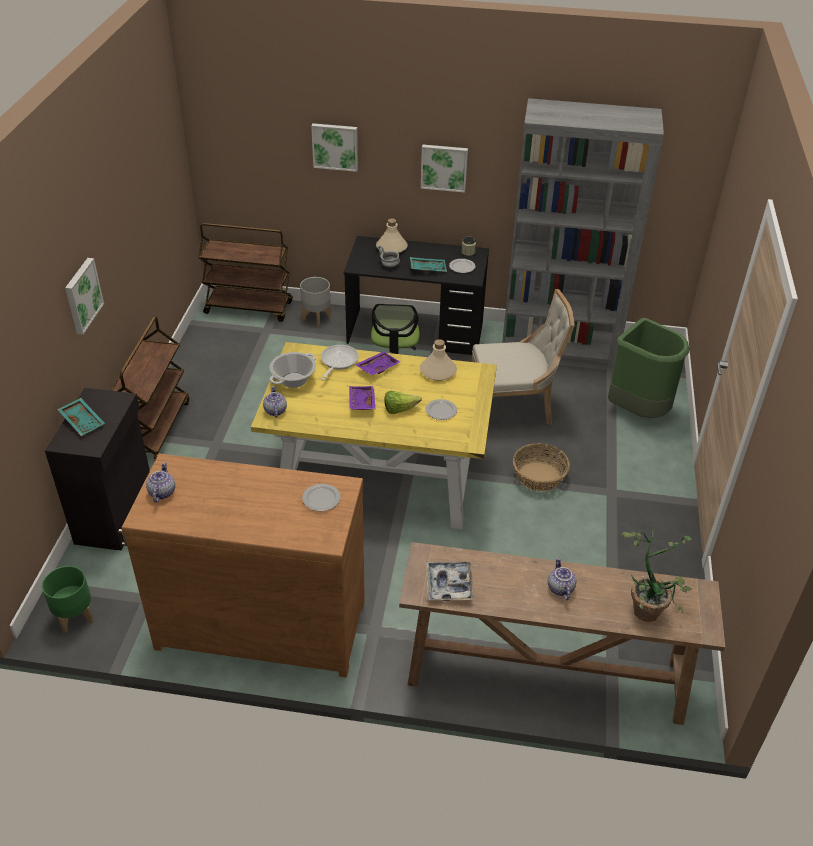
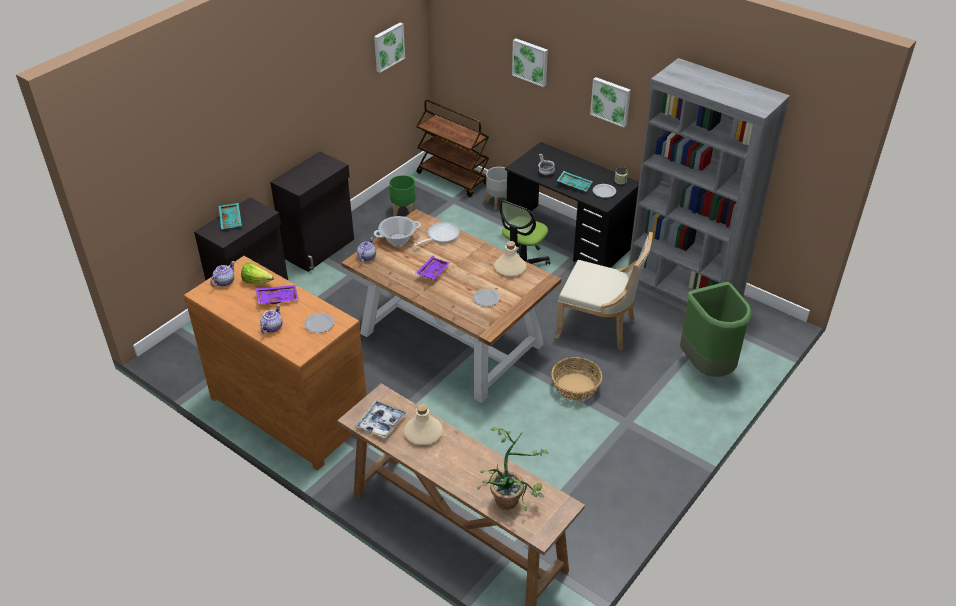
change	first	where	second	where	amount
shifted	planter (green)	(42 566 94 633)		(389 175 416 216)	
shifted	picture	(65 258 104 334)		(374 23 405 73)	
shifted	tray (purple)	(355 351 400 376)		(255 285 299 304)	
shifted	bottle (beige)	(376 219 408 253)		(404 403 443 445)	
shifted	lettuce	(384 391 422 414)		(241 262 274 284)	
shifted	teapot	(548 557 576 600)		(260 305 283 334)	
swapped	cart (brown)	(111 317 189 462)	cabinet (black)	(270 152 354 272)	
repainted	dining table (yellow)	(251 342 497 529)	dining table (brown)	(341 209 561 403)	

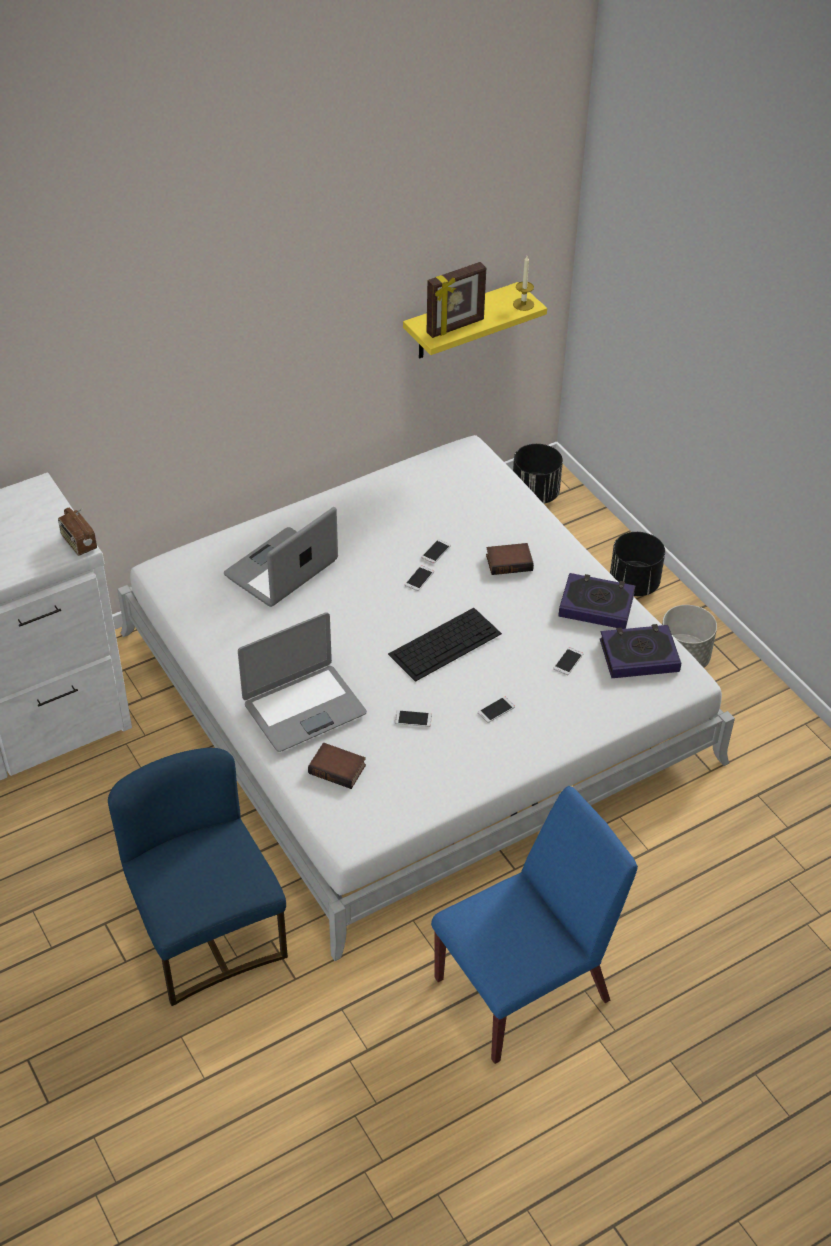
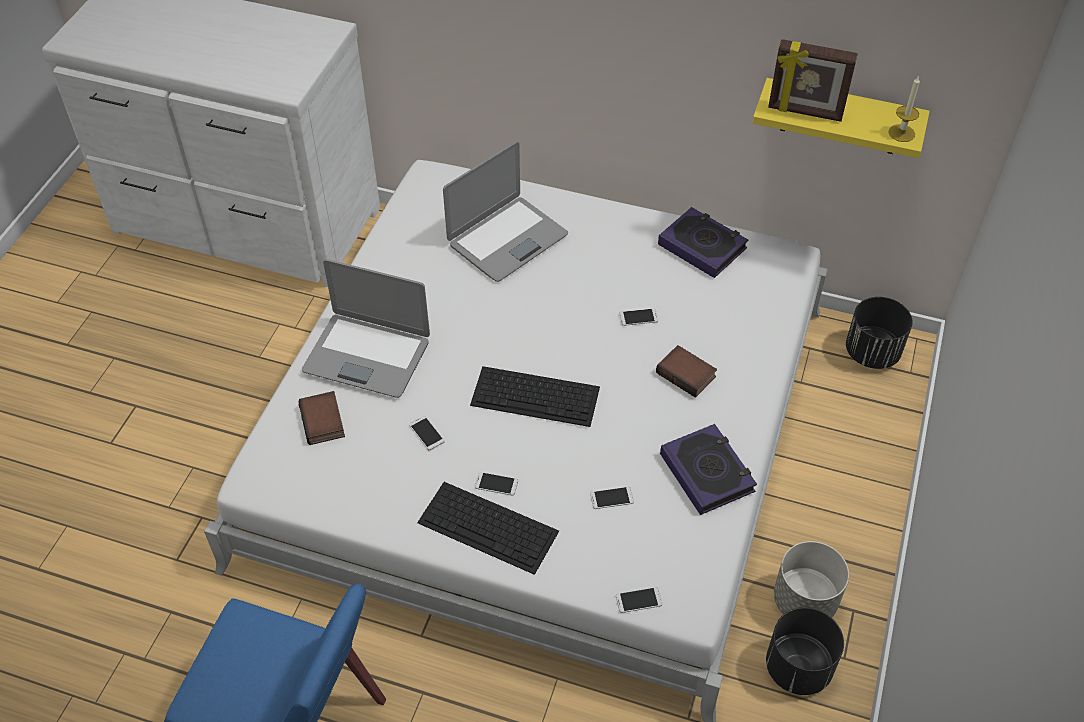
change	first	where	second	where	amount
gone	radio	(58 508 97 556)			
gone	chair (blue)	(108 748 288 1006)			
new			keyboard	(417 482 559 575)	
shifted	phone	(405 565 434 591)		(616 587 662 613)	
shifted	book	(600 624 681 678)		(658 207 748 278)	
shifted	planter (black)	(610 532 665 596)		(766 607 844 695)	
rotated	laptop	(224 507 338 607)		(443 142 568 282)	135 degrees clockwise

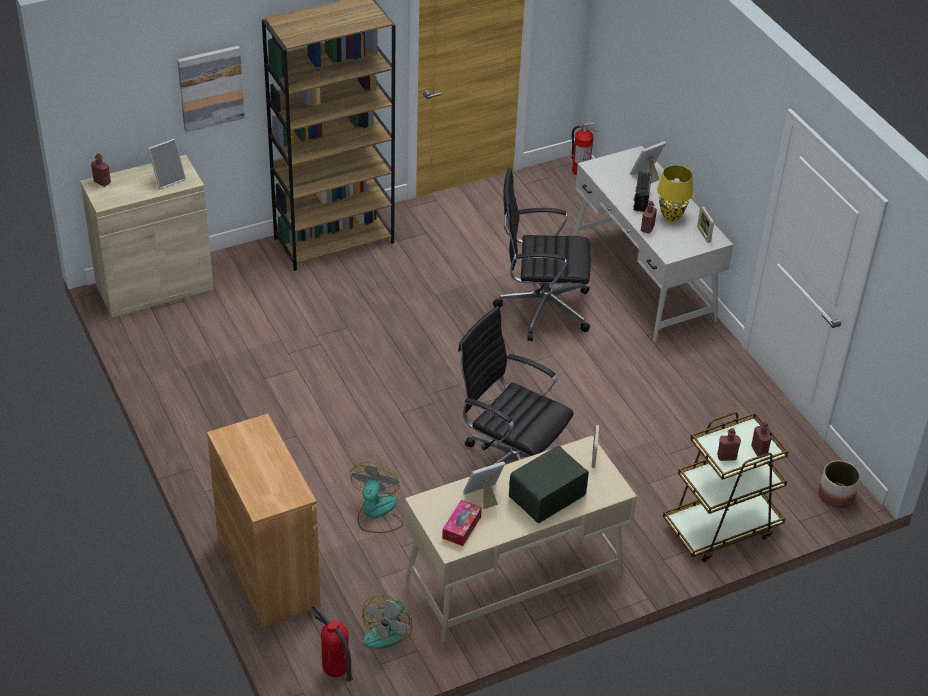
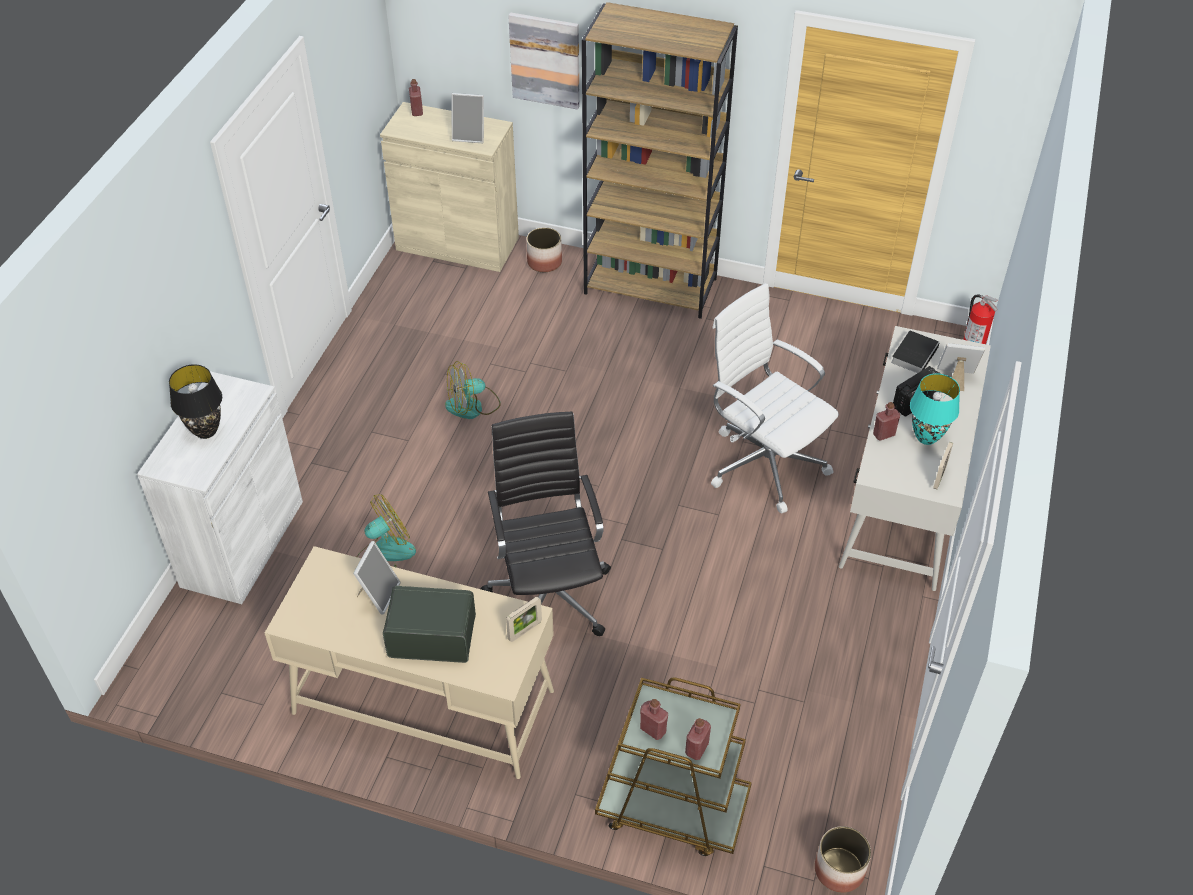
change	first	where	second	where	amount
gone	fire extinguisher	(312 605 353 682)			
gone	tissue box	(442 500 482 546)			
new			table lamp (black)	(169 364 222 439)	
new			planter	(526 227 562 272)	
new			book	(891 331 940 373)	
shifted	fan	(362 595 412 649)		(445 361 501 419)	
repainted	cabinet (brown)	(207 414 321 628)	cabinet (white)	(137 371 303 604)	
repainted	office chair (black)	(493 168 591 341)	office chair (white)	(711 283 839 514)	
repainted	table lamp (yellow)	(657 165 694 222)	table lamp (turquoise)	(910 374 960 445)	
rotated	picture frame	(463 462 505 509)		(353 541 401 615)	90 degrees clockwise

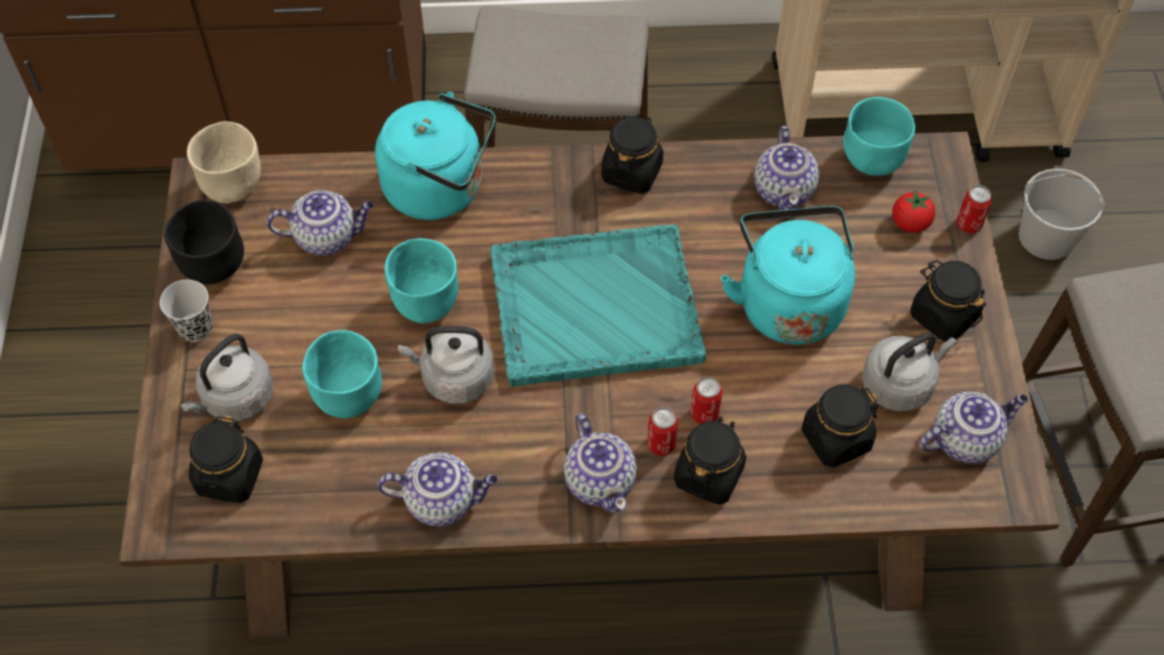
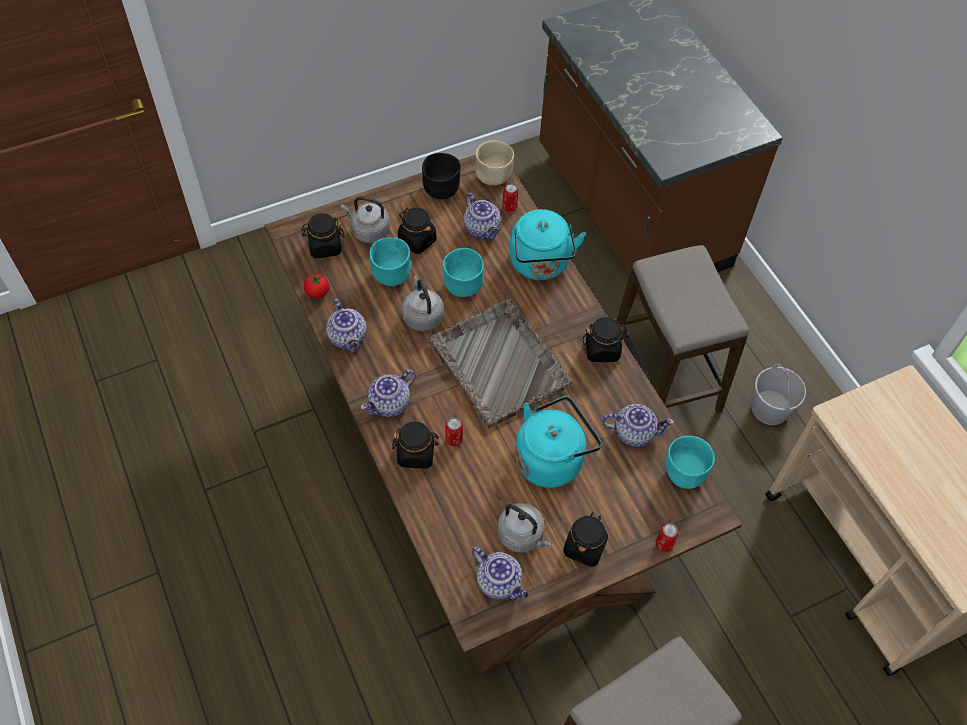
change	first	where	second	where	amount
gone	cup (black)	(160 280 212 342)			
shifted	can	(647 407 678 456)		(502 183 519 212)	
shifted	jar (black)	(802 384 879 467)		(398 208 436 254)	
shifted	tomato	(892 190 935 233)		(304 273 329 299)	
shifted	bucket (white)	(1019 169 1104 260)		(752 364 806 425)	
repainted	tray (turquoise)	(490 224 706 387)	tray (grey)	(429 299 572 428)	
rotated	teapot	(754 126 819 210)		(602 404 674 447)	150 degrees counterclockwise

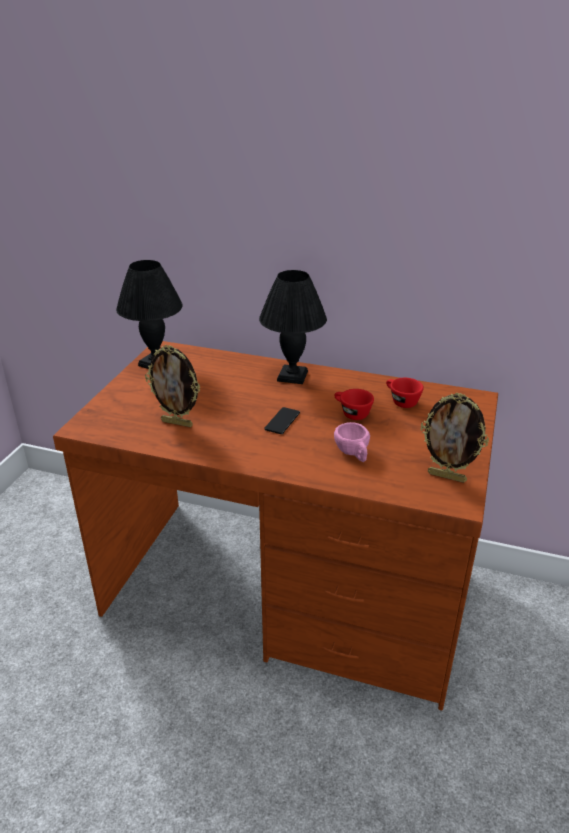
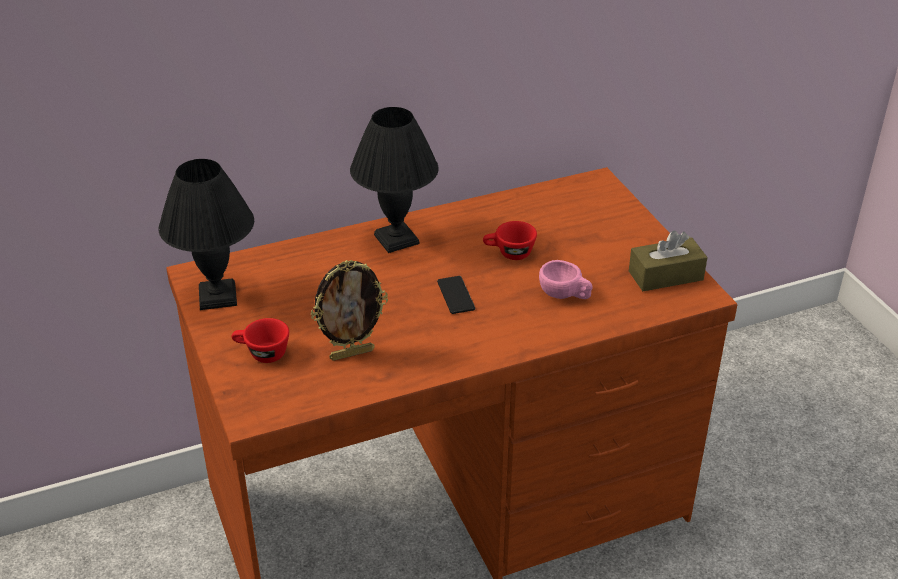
change	first	where	second	where	amount
shifted	cup (red)	(386 378 424 408)		(231 318 289 363)	
swapped	picture frame	(420 393 489 483)	tissue box (brown)	(629 231 708 291)	

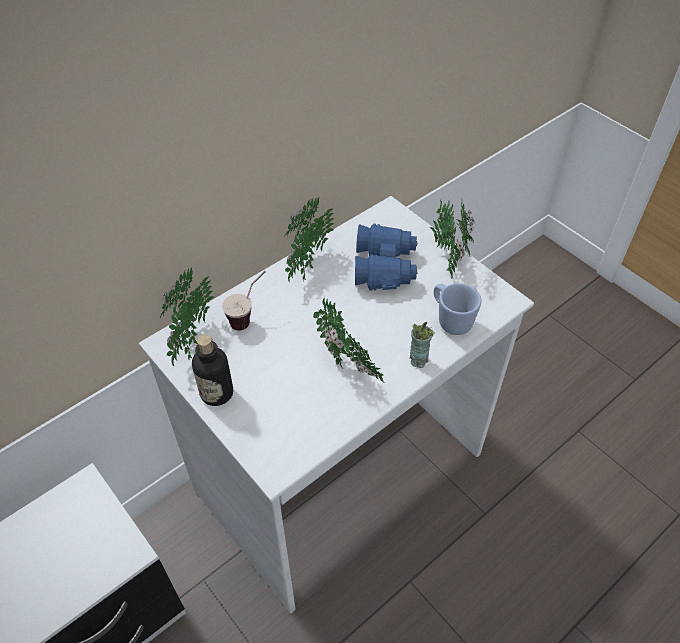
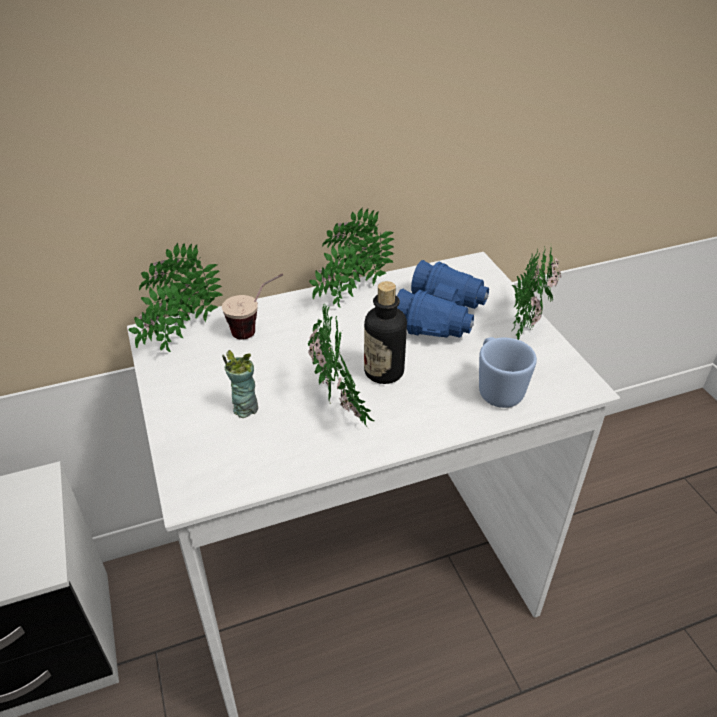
change	first	where	second	where	amount
shifted	bottle	(192 334 233 406)		(364 281 407 384)	
shifted	cup	(410 322 435 368)		(222 350 258 418)	

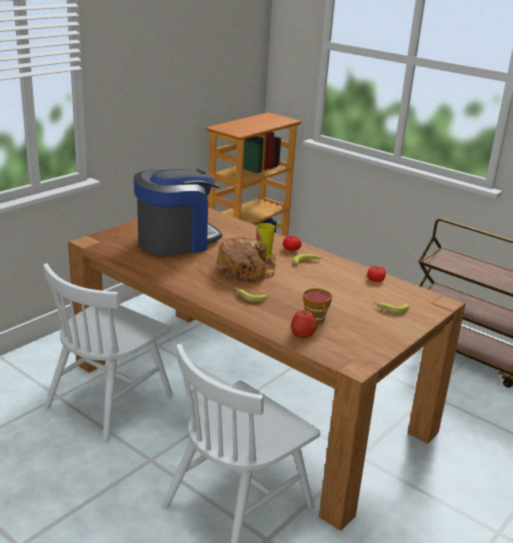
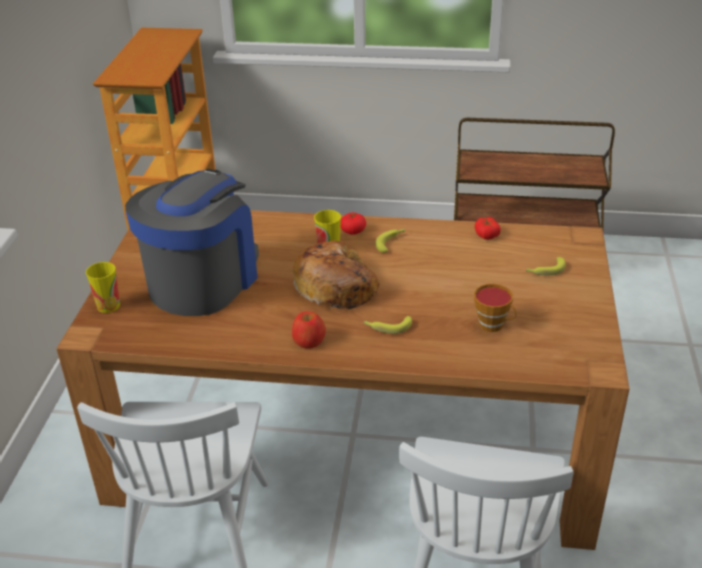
change	first	where	second	where	amount
new			cup	(86 262 120 313)	
shifted	apple	(291 310 317 338)		(292 311 326 348)	

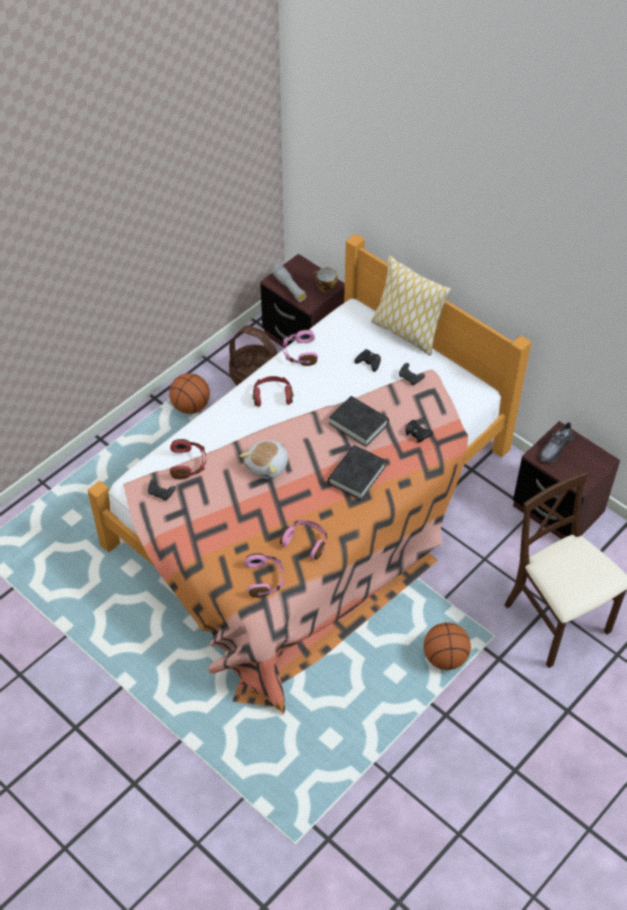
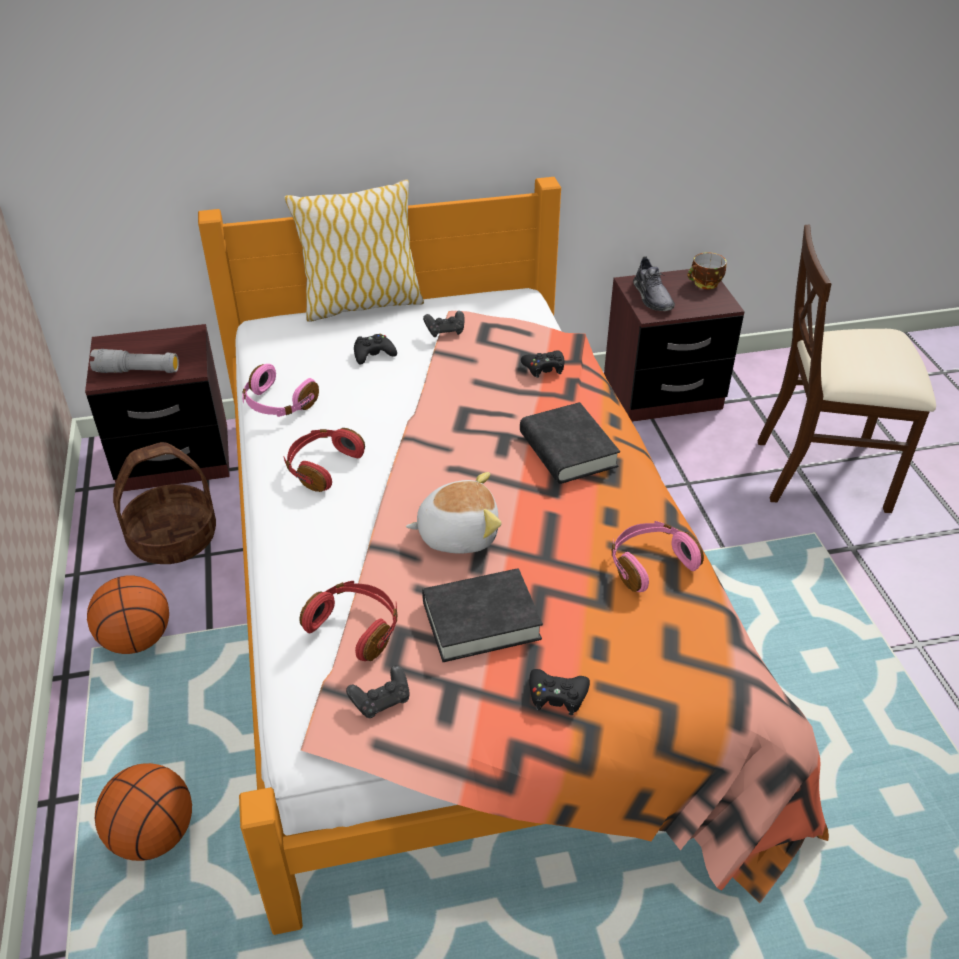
change	first	where	second	where	amount
gone	headphones (pink)	(245 553 285 598)			
new			game controller (black)	(529 669 590 715)	
shifted	cup	(313 267 337 292)		(688 252 727 289)	
shifted	book (black)	(329 396 389 447)		(422 568 543 662)	
shifted	basketball	(424 622 471 670)		(95 763 192 861)	
rotated	plush toy	(240 440 288 479)		(406 472 502 554)	75 degrees counterclockwise

